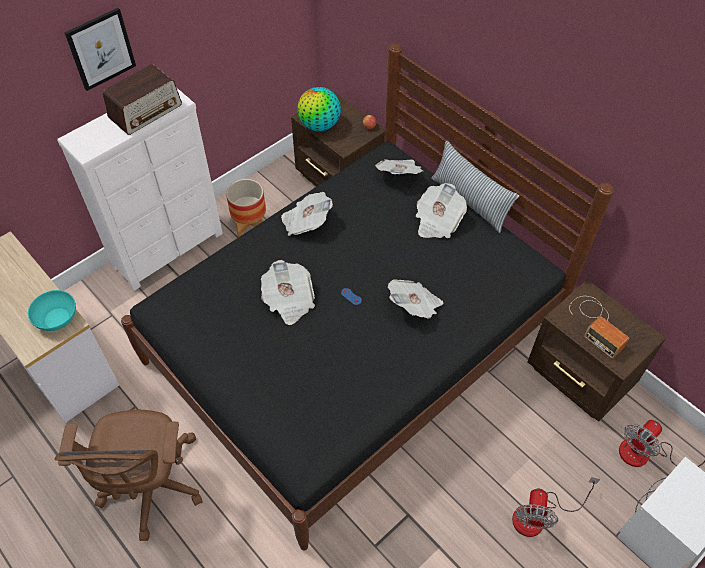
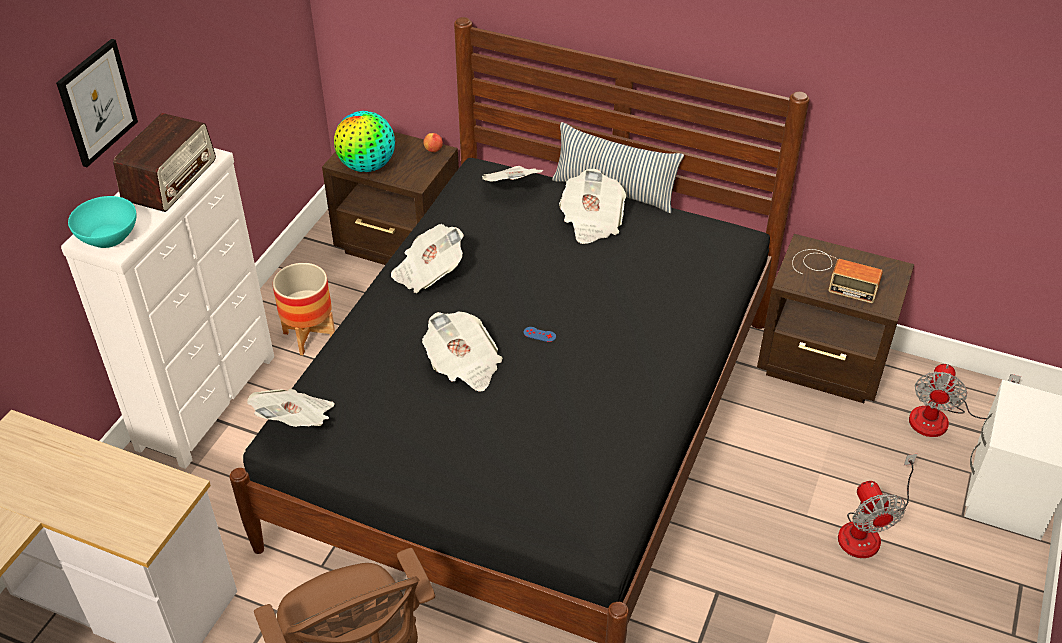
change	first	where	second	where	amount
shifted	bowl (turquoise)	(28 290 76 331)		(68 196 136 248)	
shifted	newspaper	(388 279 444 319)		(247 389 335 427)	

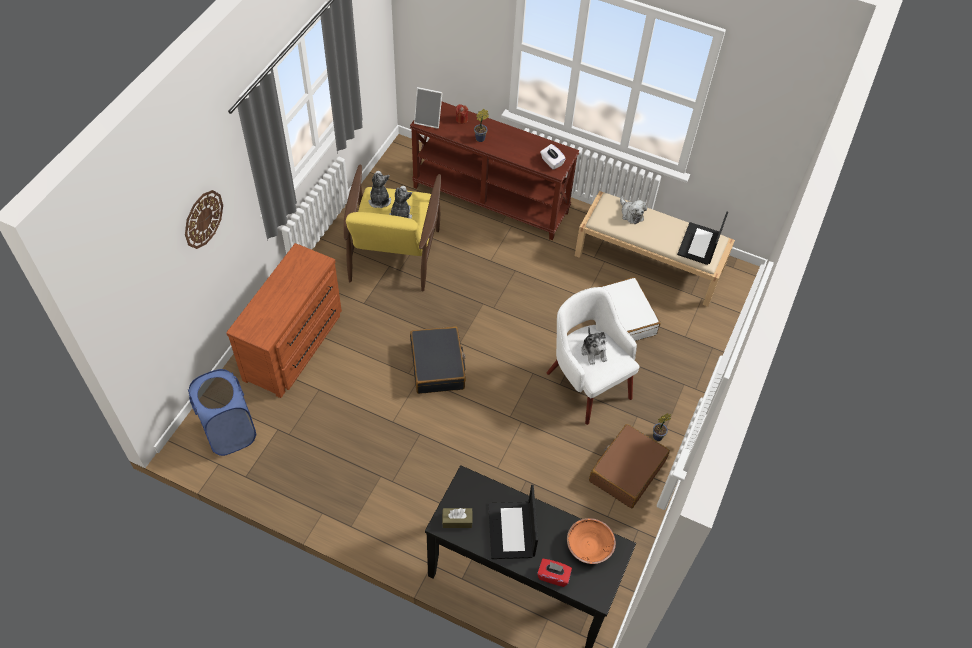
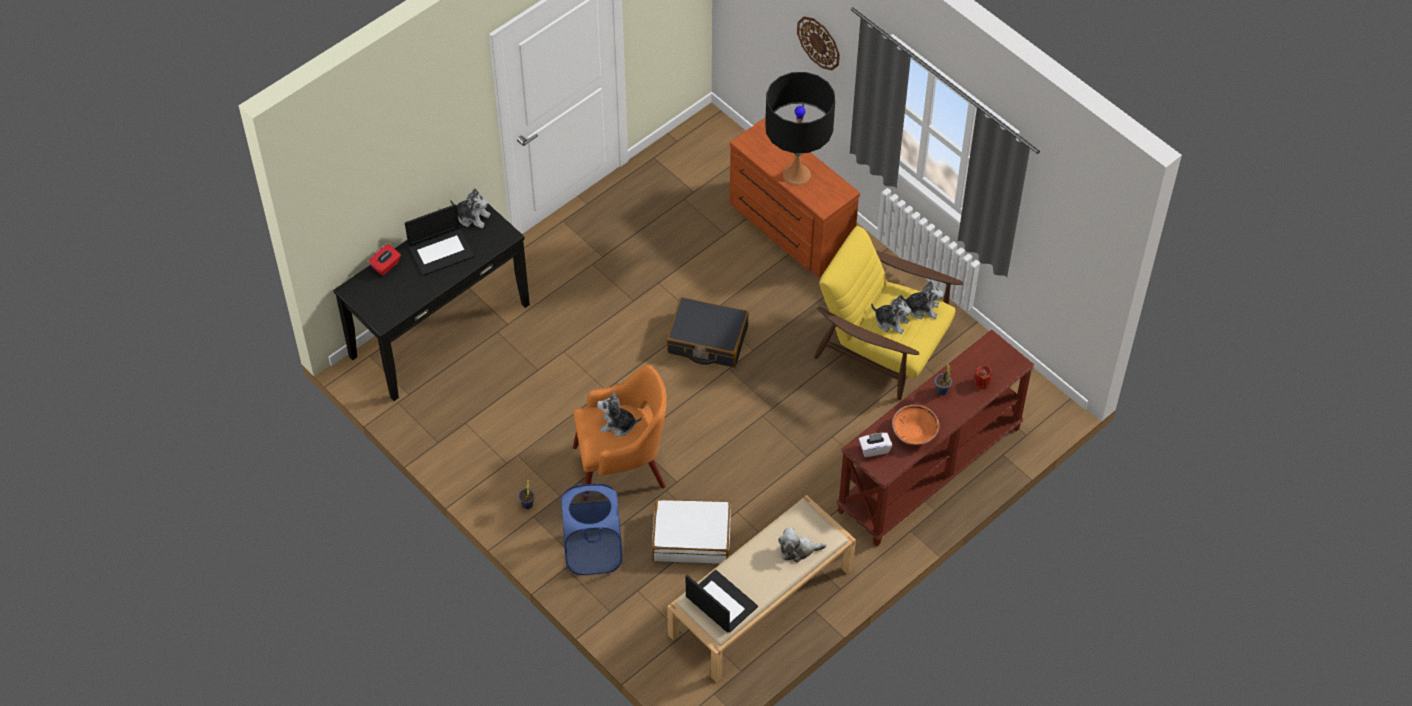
change	first	where	second	where	amount
gone	picture frame	(414 87 443 129)			
gone	suitcase (brown)	(589 424 670 508)			
new			table lamp (black)	(765 72 835 186)	
shifted	laundry basket (blue)	(188 369 256 456)		(561 483 622 575)	
shifted	bowl (orange)	(567 518 616 564)		(892 405 940 445)	
swapped	tissue box (brown)	(442 508 473 528)	plush toy	(450 188 491 228)	
repainted	armchair (white)	(547 287 639 425)	armchair (orange)	(573 364 667 488)	
rotated	laptop	(488 485 538 559)		(405 204 474 276)	135 degrees clockwise

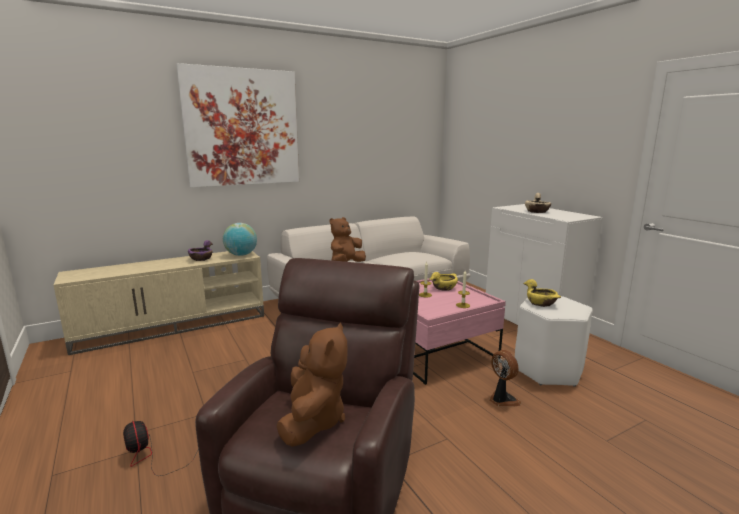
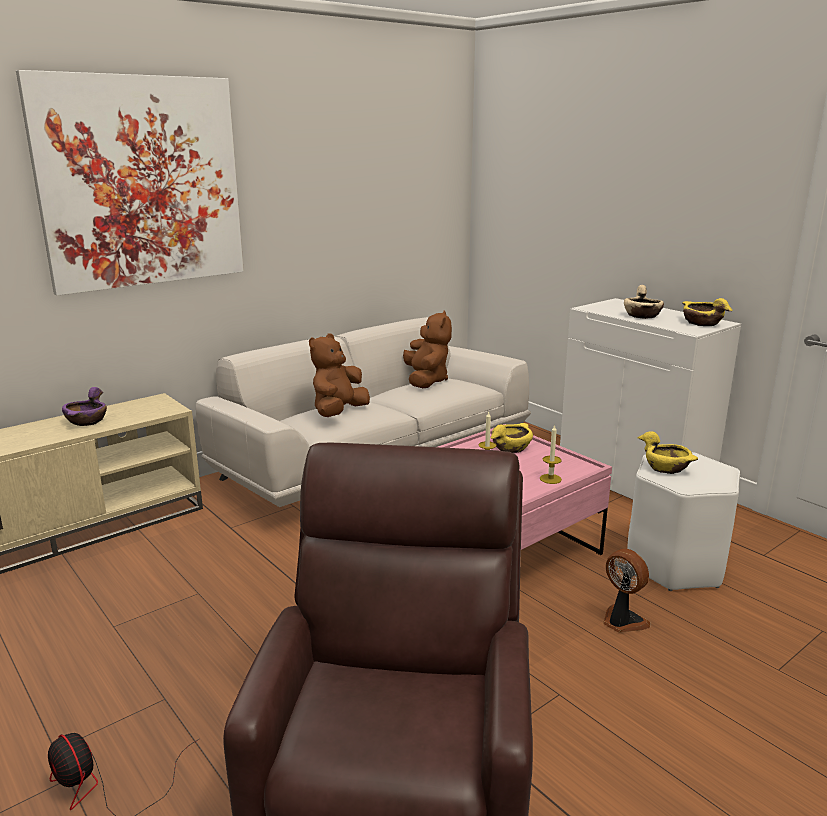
change	first	where	second	where	amount
gone	globe	(223 223 257 256)			
new			bowl (yellow)	(682 298 732 326)	
shifted	plush toy (brown)	(276 323 348 447)		(403 310 452 388)	

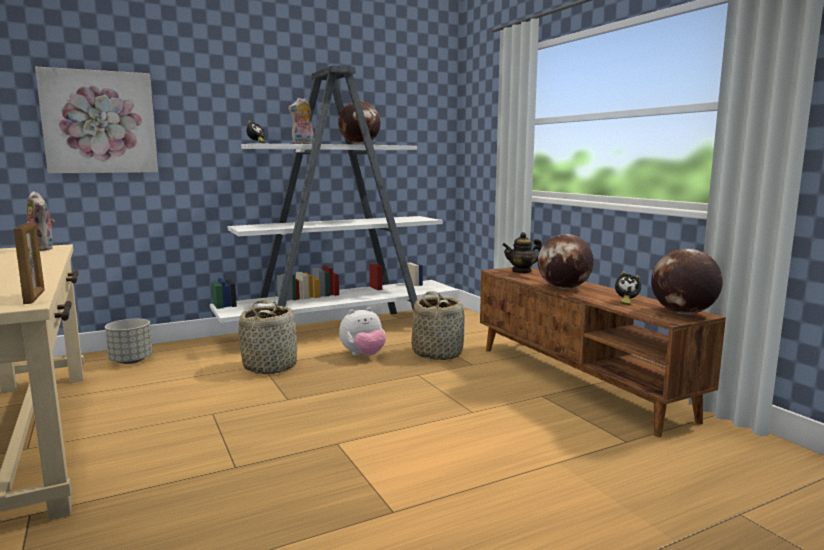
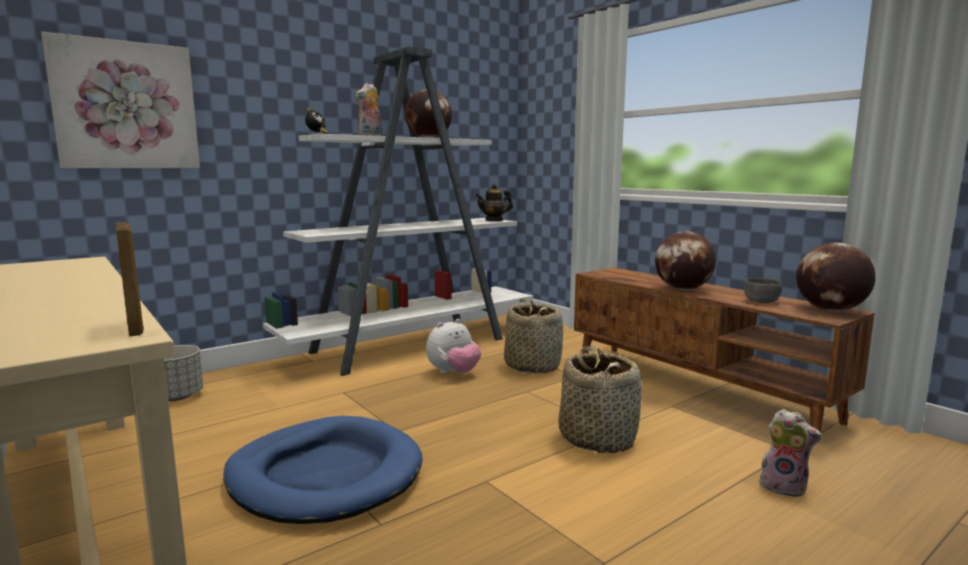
change	first	where	second	where	amount
new			dog bed (blue)	(223 416 422 524)	
shifted	plush toy	(27 191 55 251)		(759 409 822 498)	
shifted	basket	(238 300 297 374)		(558 346 642 453)	
shifted	teapot	(502 232 542 273)		(475 184 513 221)	
swapped	alarm clock	(615 271 641 305)	bowl (grey)	(744 278 782 303)	

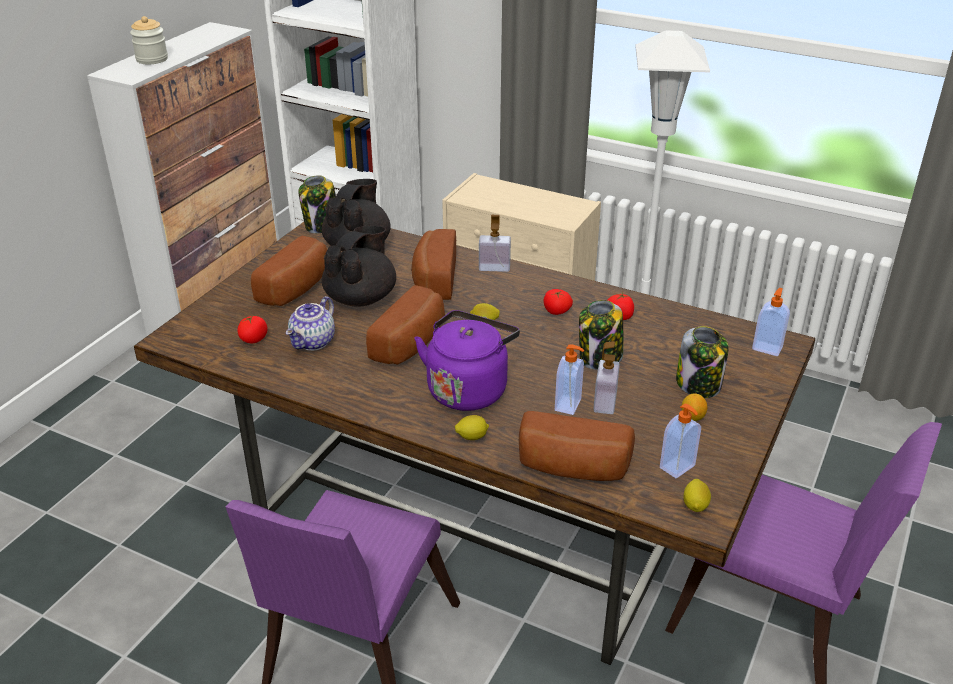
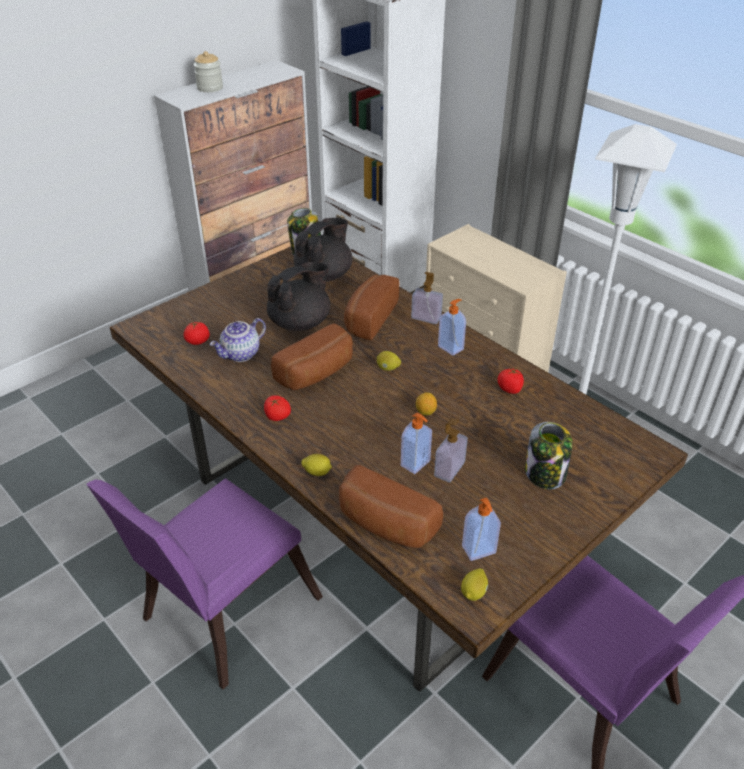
change	first	where	second	where	amount
gone	bread	(251 235 327 306)			
gone	kettle (purple)	(414 310 520 411)			
gone	jar	(579 300 623 370)			
shifted	tomato	(544 289 573 315)		(264 395 291 421)	
shifted	lemon	(682 393 707 421)		(416 392 437 415)	
shifted	soap dispenser	(752 288 790 356)		(438 299 466 356)	

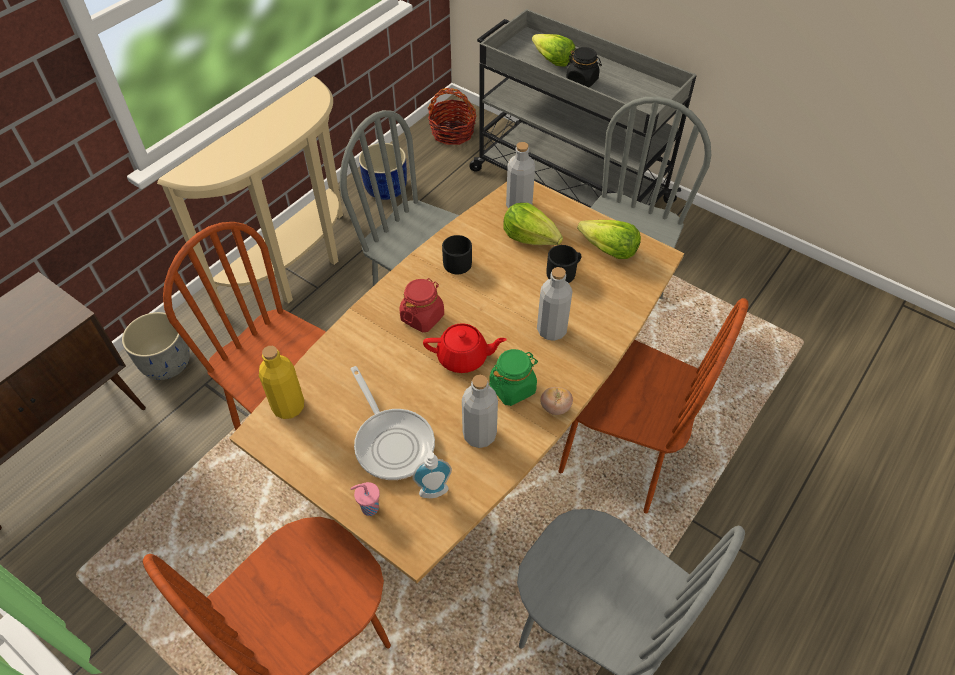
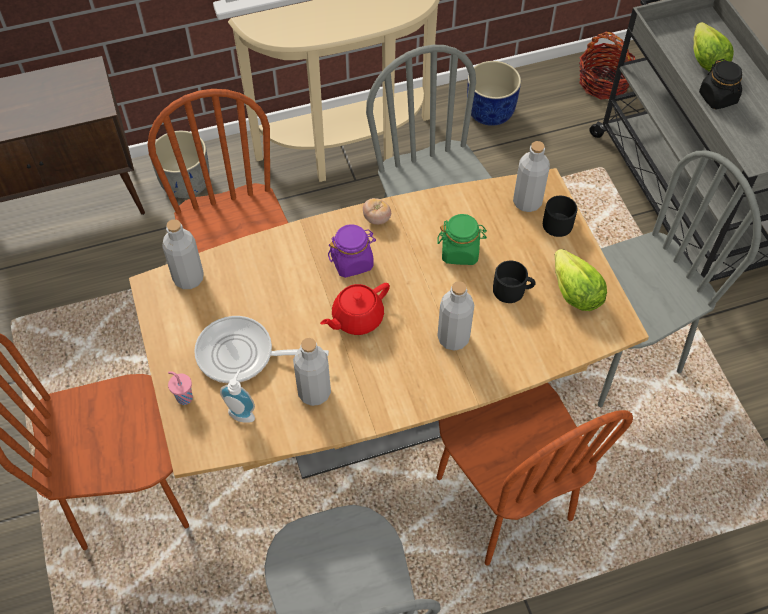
change	first	where	second	where	amount
gone	lettuce	(503 203 563 245)			
shifted	mug (black)	(442 235 472 274)		(543 196 577 237)	
shifted	jar (green)	(489 349 538 406)		(437 214 487 265)	
shifted	tomato	(540 387 573 415)		(363 198 391 225)	
repainted	bottle (yellow)	(259 346 304 419)	bottle (grey)	(162 219 204 289)	
repainted	jar (red)	(399 278 444 332)	jar (purple)	(328 224 376 278)	
rotated	frying pan	(351 366 435 480)		(194 316 329 384)	90 degrees clockwise
rotated	teapot (red)	(423 323 507 373)		(320 283 390 335)	105 degrees clockwise

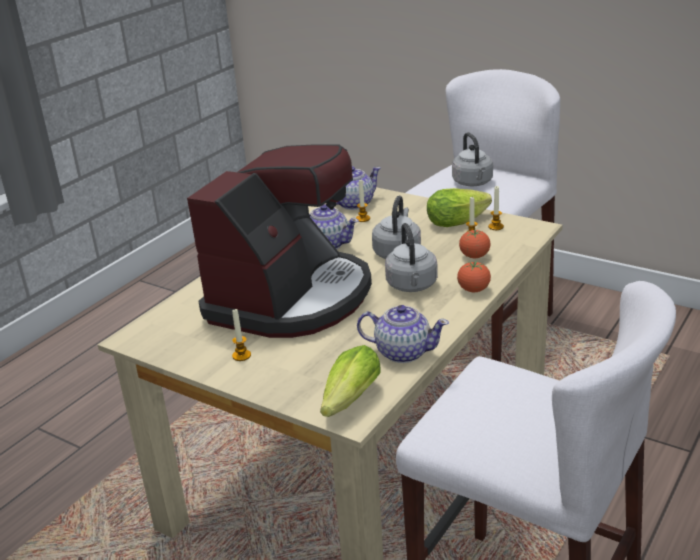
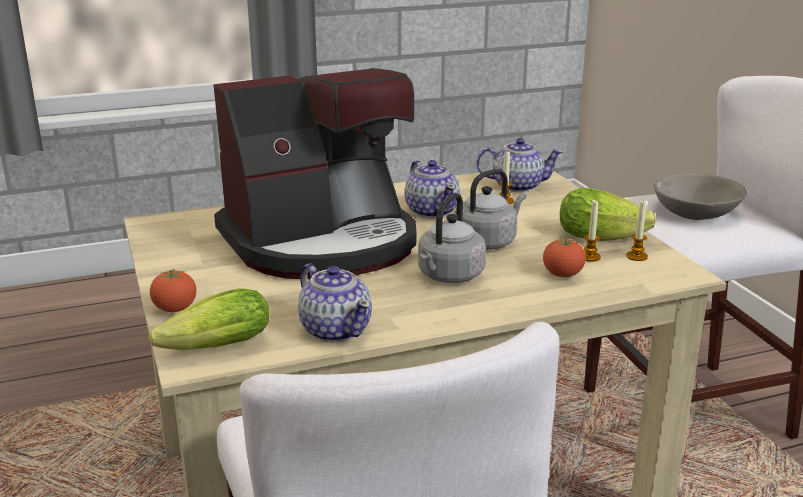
change	first	where	second	where	amount
gone	candle	(232 308 251 361)			
shifted	tomato	(457 261 491 292)		(150 268 196 312)	
swapped	kettle (grey)	(452 132 493 186)	bowl (grey)	(654 173 747 220)	

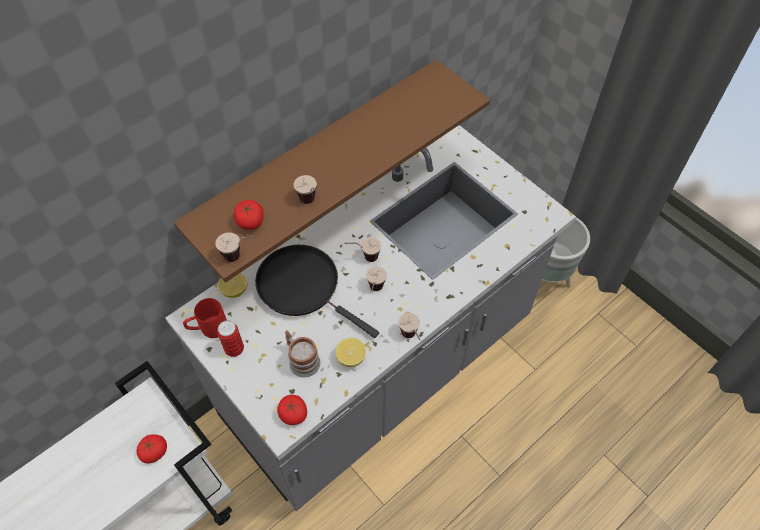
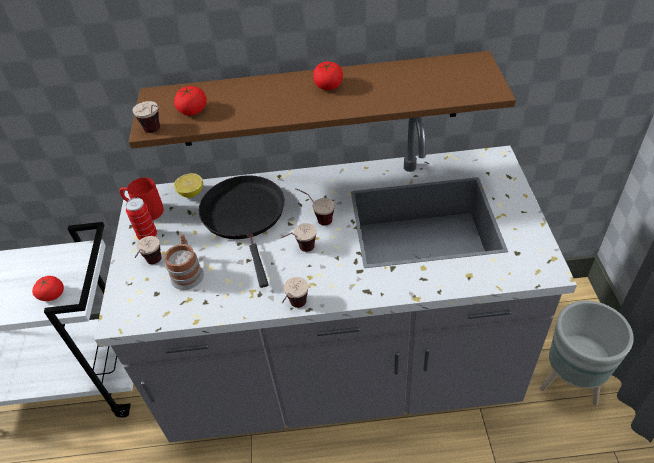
change	first	where	second	where	amount
gone	lemon	(335 338 366 367)			
shifted	tomato	(277 395 307 425)		(313 62 343 90)	
shifted	cup	(294 175 320 204)		(135 236 162 264)	

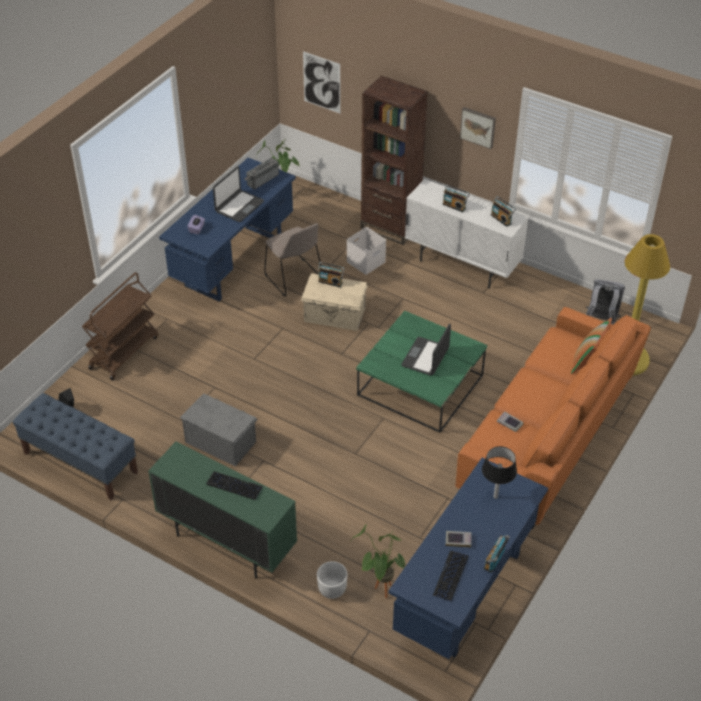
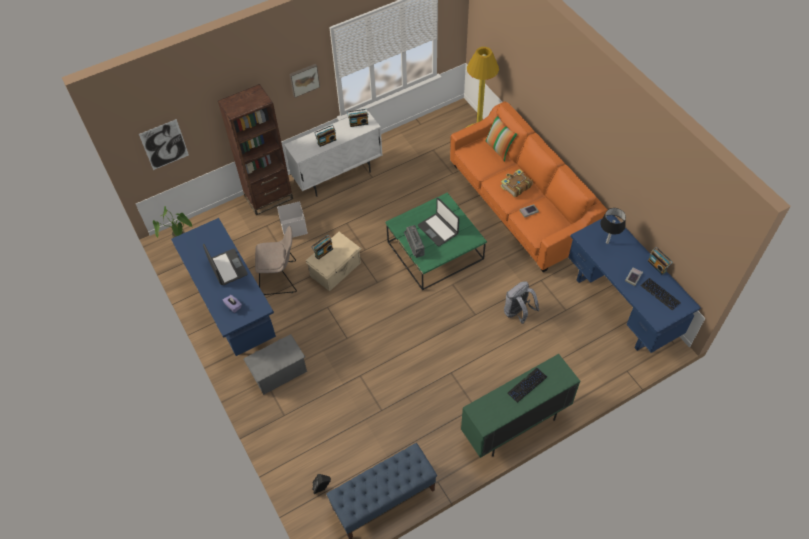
change	first	where	second	where	amount
gone	cart (brown)	(82 272 158 380)			
gone	planter (white)	(317 561 347 599)			
gone	potted plant	(350 524 405 598)			
new			book	(500 169 533 197)	
shifted	storage box (grey)	(180 393 258 466)		(244 335 307 395)	
shifted	radio	(244 157 279 189)		(404 225 425 258)	
shifted	backpack (grey)	(586 279 625 325)		(504 281 539 324)	

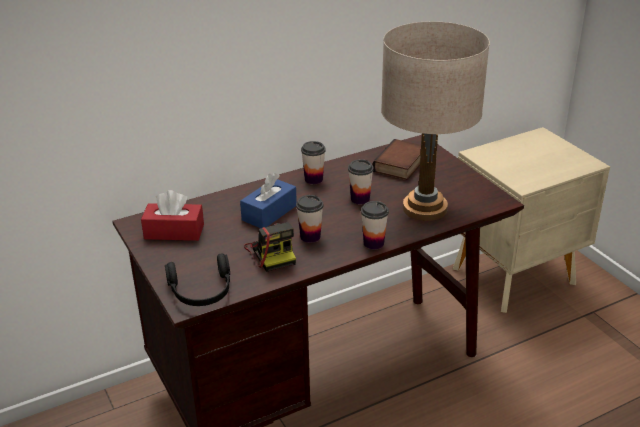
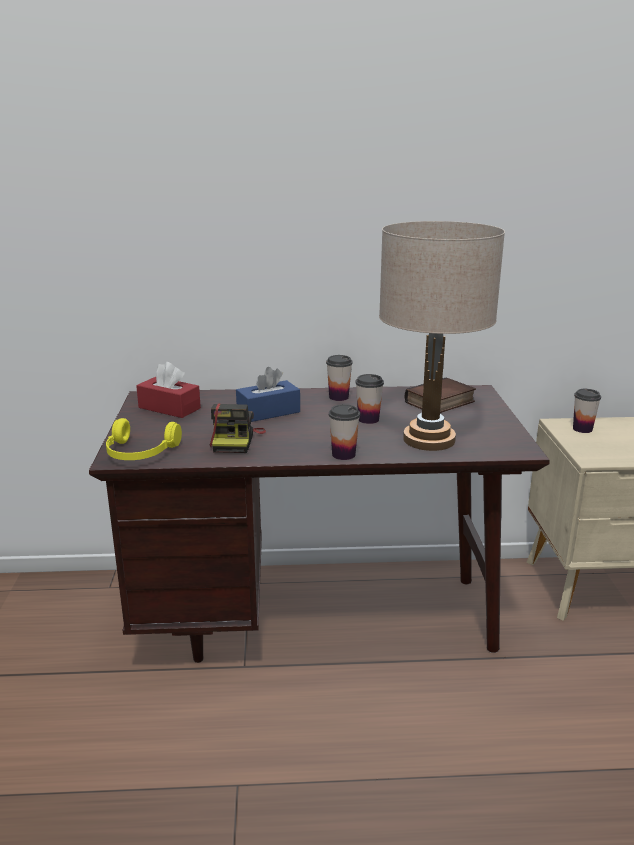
change	first	where	second	where	amount
shifted	cup	(296 195 323 243)		(573 389 601 433)	
repainted	headphones (black)	(165 253 230 306)	headphones (yellow)	(106 418 182 460)	

